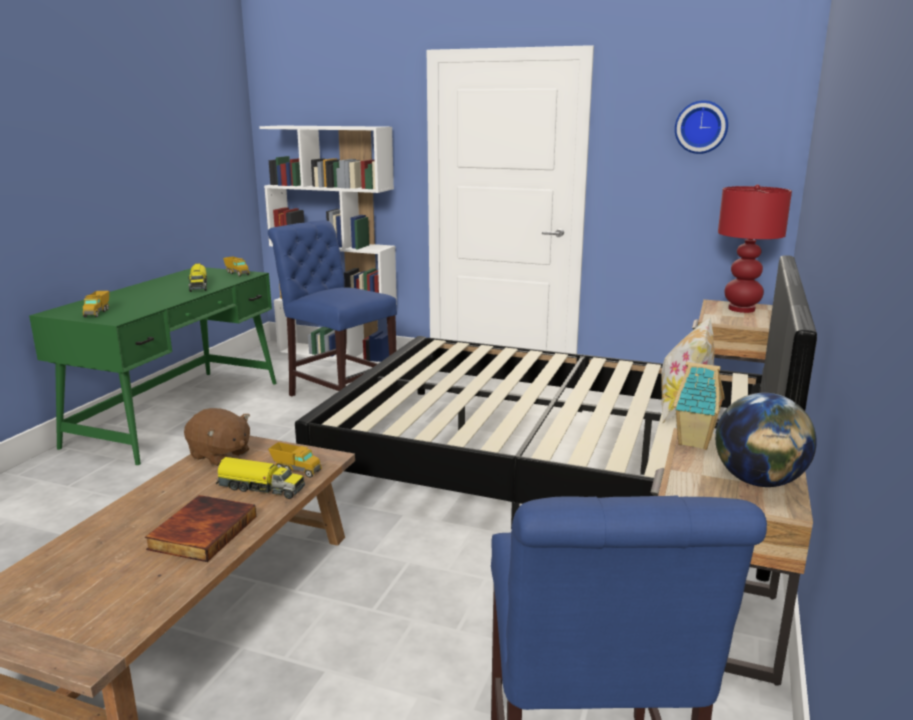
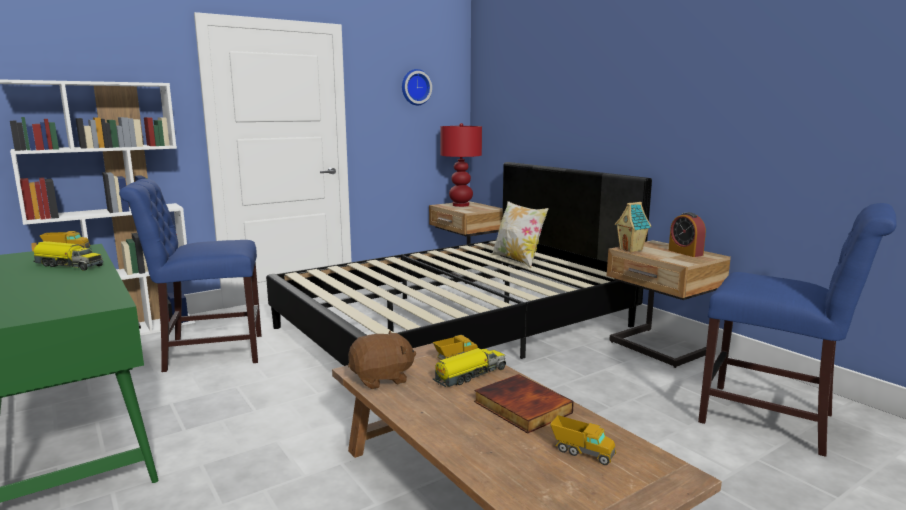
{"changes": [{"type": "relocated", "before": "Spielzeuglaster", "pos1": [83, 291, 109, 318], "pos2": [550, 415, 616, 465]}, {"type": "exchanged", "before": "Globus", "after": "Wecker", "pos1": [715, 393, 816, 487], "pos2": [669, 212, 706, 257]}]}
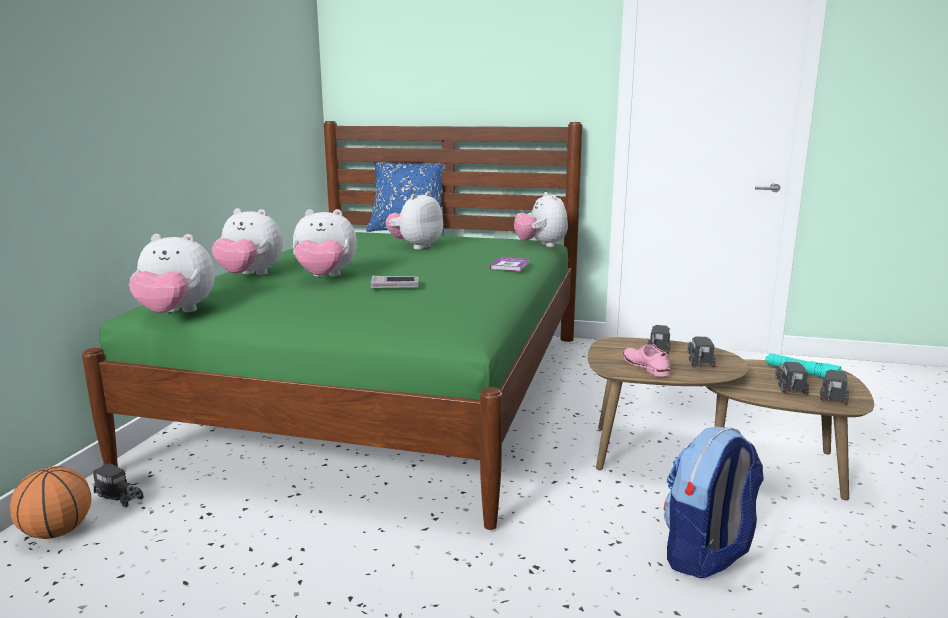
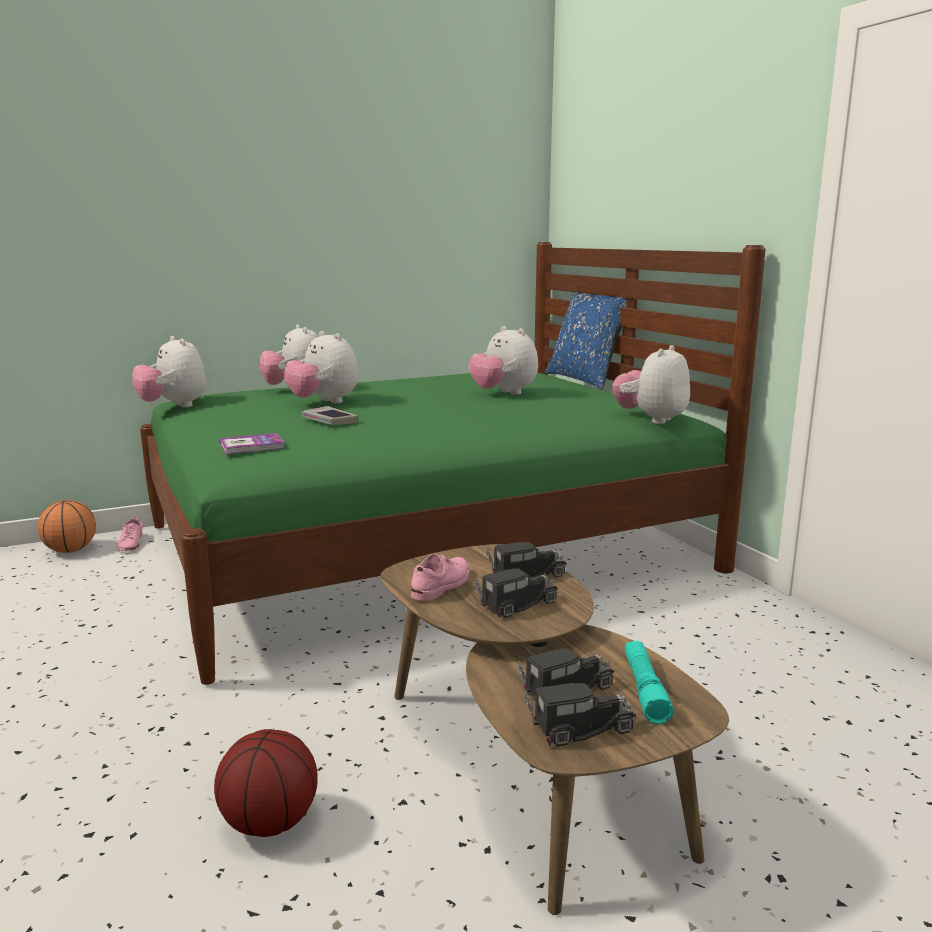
{"changes": [{"type": "exchanged", "before": "Spielzeuglaster", "after": "Schuh/rosa", "pos1": [93, 462, 144, 507], "pos2": [117, 517, 143, 551]}, {"type": "spun", "before": "Plüschtier", "pos1": [385, 192, 443, 250], "pos2": [469, 326, 538, 395], "turn": -120}, {"type": "relocated", "before": "Buch", "pos1": [490, 257, 529, 271], "pos2": [219, 433, 285, 454]}, {"type": "exchanged", "before": "Rucksack", "after": "Basketball", "pos1": [664, 427, 764, 578], "pos2": [214, 729, 318, 837]}]}
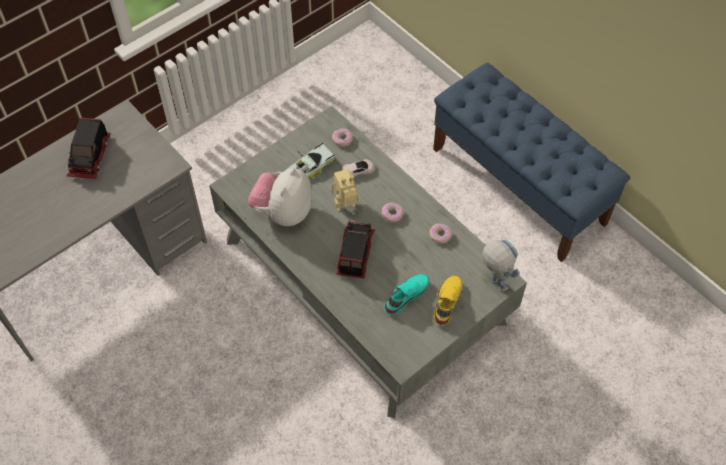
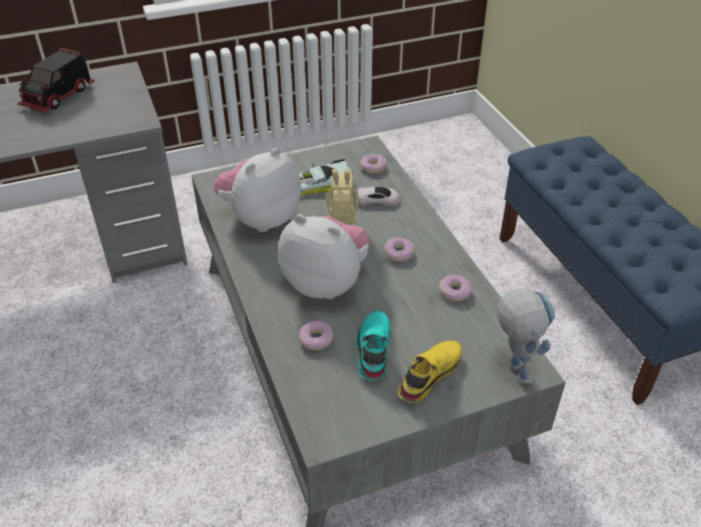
{"changes": [{"type": "exchanged", "before": "Spielzeuglaster", "after": "Plüschtier", "pos1": [336, 221, 375, 279], "pos2": [278, 214, 370, 299]}, {"type": "spun", "before": "Schuh/türkis", "pos1": [384, 274, 429, 315], "pos2": [356, 311, 391, 381], "turn": -60}, {"type": "appeared", "after": "Donut", "pos2": [299, 320, 334, 350]}]}
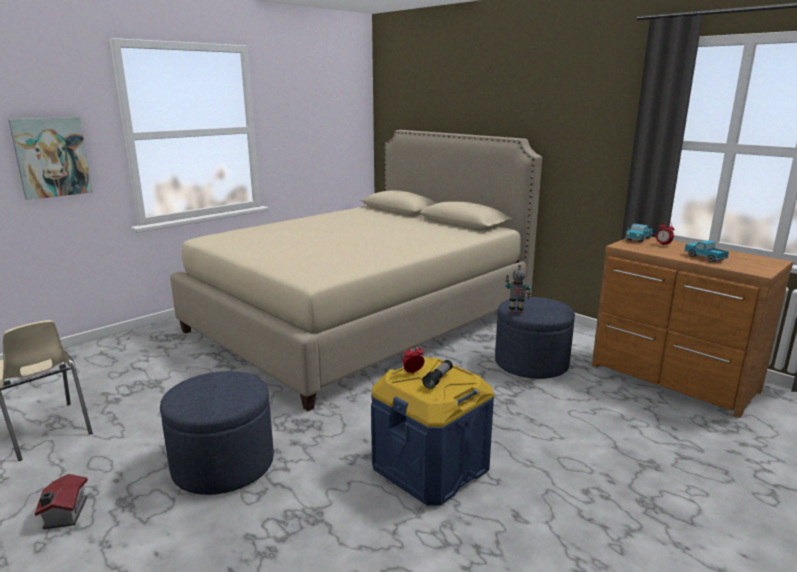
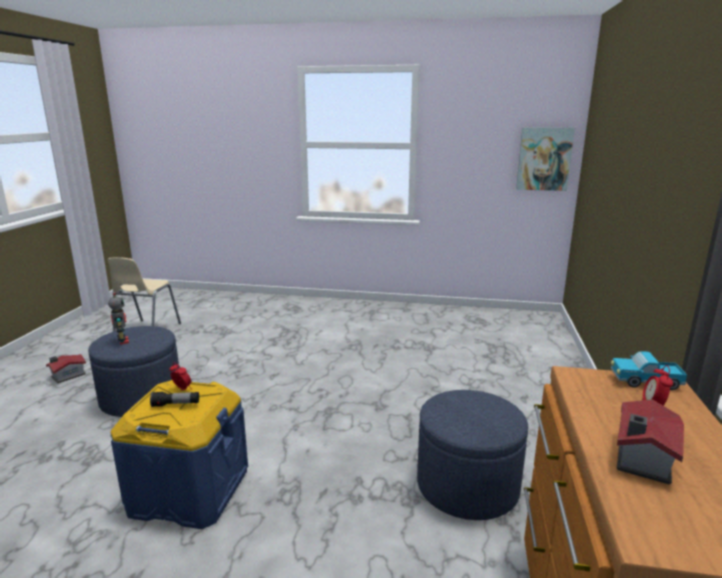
{"changes": [{"type": "relocated", "before": "Bild", "pos1": [8, 117, 93, 200], "pos2": [516, 128, 575, 191]}, {"type": "missing", "before": "Bett/beige", "pos1": [170, 130, 542, 411]}, {"type": "relocated", "before": "Spielzeugroboter", "pos1": [505, 265, 531, 313], "pos2": [108, 292, 129, 345]}, {"type": "exchanged", "before": "Spielzeuglaster", "after": "Spielzeughaus", "pos1": [684, 240, 729, 262], "pos2": [617, 399, 684, 485]}]}
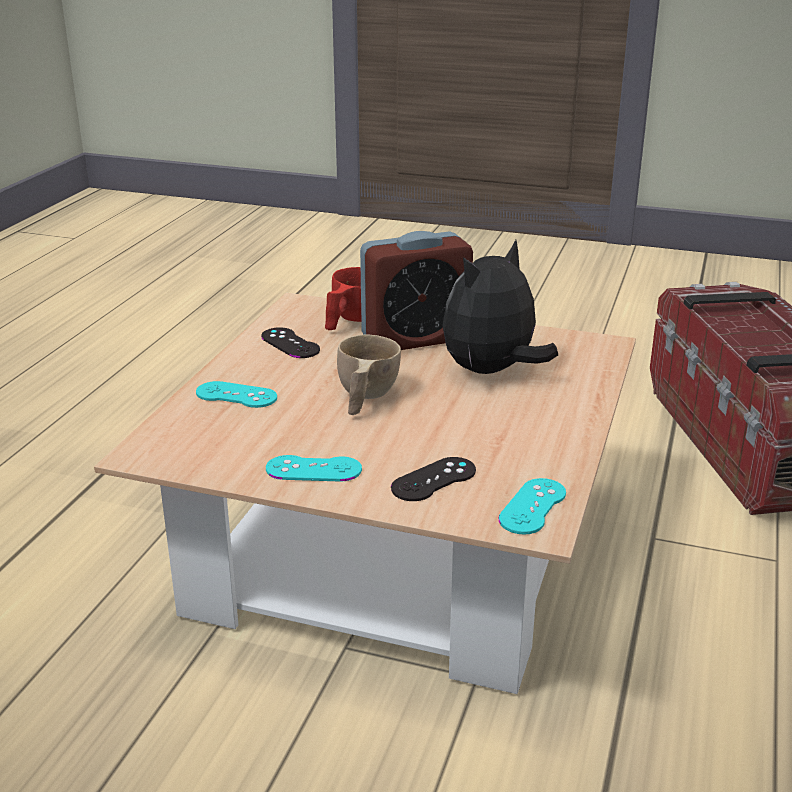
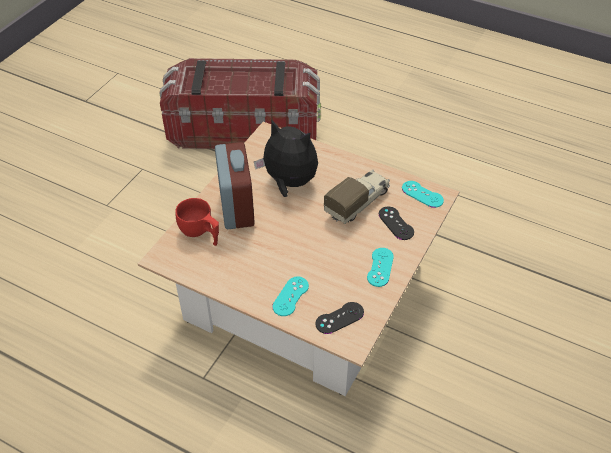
{"changes": [{"type": "relocated", "before": "Gamepad/schwarz", "pos1": [261, 327, 320, 358], "pos2": [315, 302, 364, 334]}, {"type": "missing", "before": "Tasse/beige", "pos1": [337, 334, 401, 415]}, {"type": "spun", "before": "Plüschtier", "pos1": [442, 240, 558, 374], "pos2": [254, 120, 318, 197], "turn": 150}, {"type": "appeared", "after": "Spielzeuglaster", "pos2": [324, 170, 390, 224]}]}
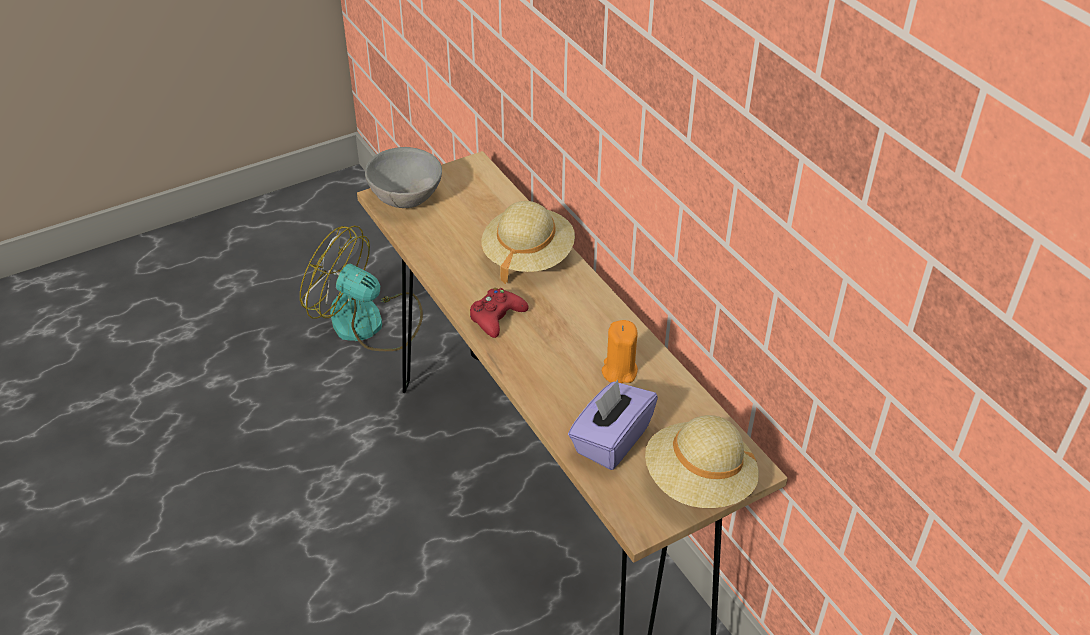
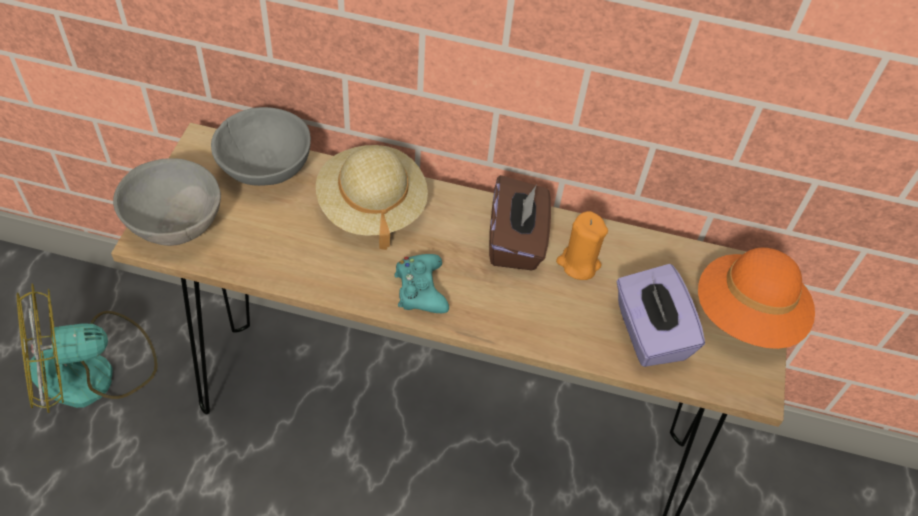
{"changes": [{"type": "colour", "before": "Gamepad/rot", "after": "Gamepad/türkis", "pos1": [470, 288, 529, 338], "pos2": [394, 254, 449, 313]}, {"type": "colour", "before": "Hut/beige", "after": "Hut/orange", "pos1": [645, 415, 759, 508], "pos2": [698, 248, 815, 349]}, {"type": "appeared", "after": "Schüssel/grau", "pos2": [211, 107, 311, 186]}, {"type": "appeared", "after": "Taschentuchbox/braun", "pos2": [489, 175, 551, 270]}]}
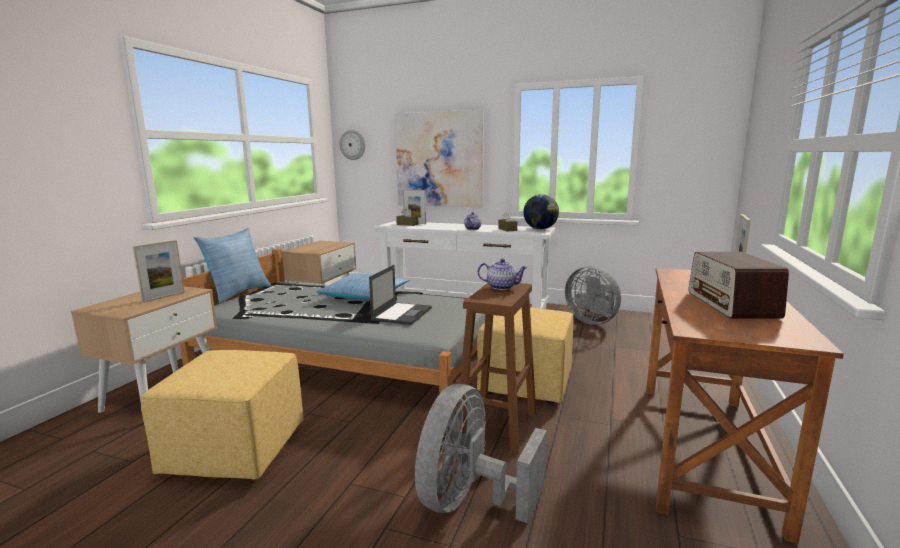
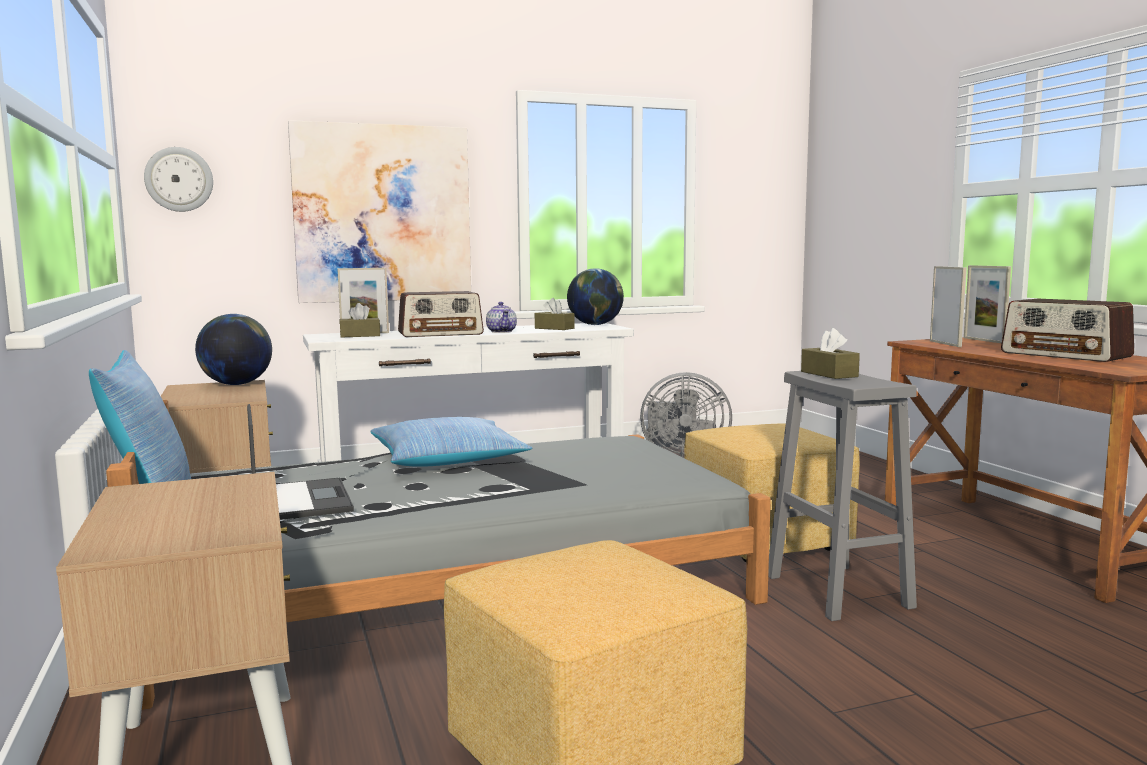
{"changes": [{"type": "relocated", "before": "Bilderrahmen", "pos1": [132, 240, 185, 303], "pos2": [930, 266, 967, 347]}, {"type": "relocated", "before": "Laptop", "pos1": [369, 265, 432, 325], "pos2": [247, 404, 354, 520]}, {"type": "missing", "before": "Ventilator/grau", "pos1": [415, 384, 547, 523]}, {"type": "colour", "before": "Hocker/braun", "after": "Hocker/grau", "pos1": [458, 283, 536, 455], "pos2": [768, 371, 917, 621]}, {"type": "exchanged", "before": "Teekanne", "after": "Taschentuchbox/braun", "pos1": [478, 258, 528, 290], "pos2": [801, 328, 860, 379]}, {"type": "appeared", "after": "Globus", "pos2": [195, 314, 272, 385]}, {"type": "appeared", "after": "Radio", "pos2": [398, 291, 484, 337]}]}
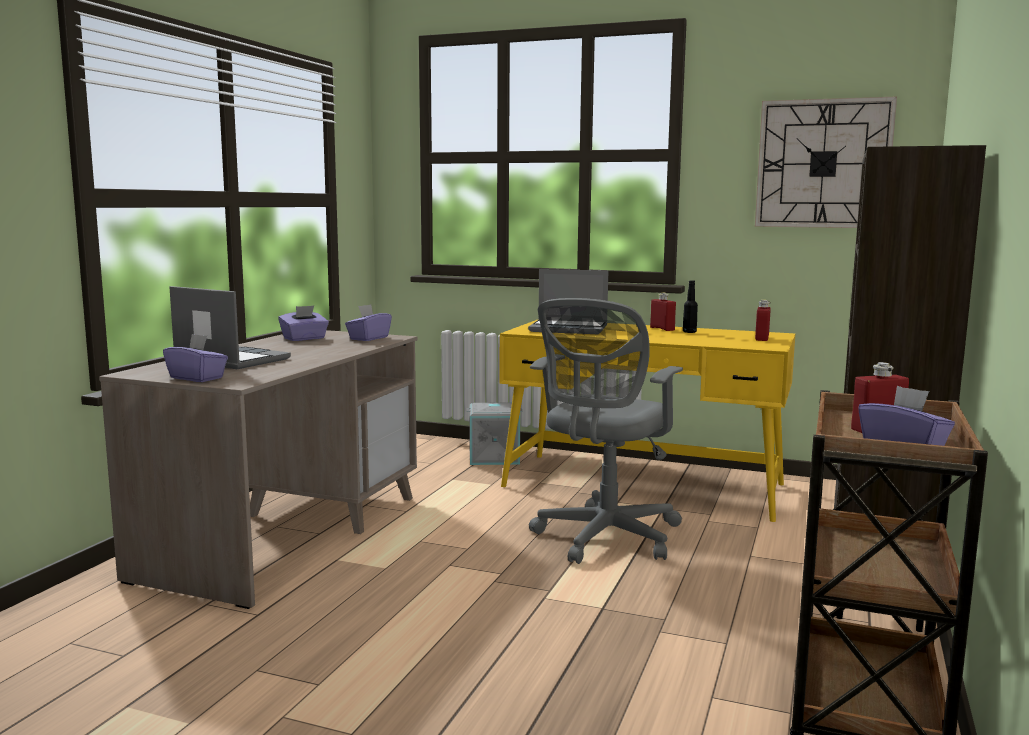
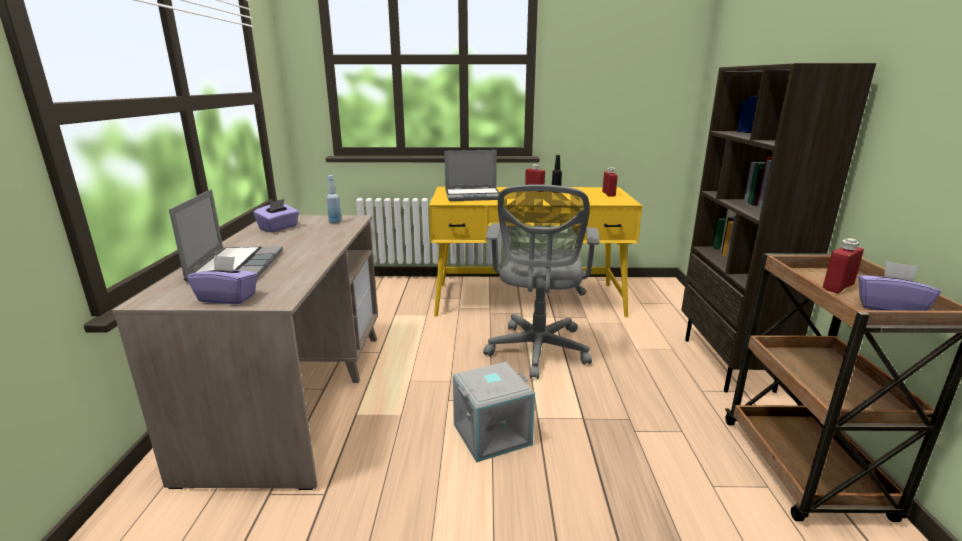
{"changes": [{"type": "spun", "before": "Laptop", "pos1": [170, 286, 291, 369], "pos2": [169, 189, 283, 282], "turn": 75}, {"type": "exchanged", "before": "Taschentuchbox/lila", "after": "Flasche/blau", "pos1": [345, 304, 392, 341], "pos2": [326, 175, 342, 223]}, {"type": "relocated", "before": "Aufbewahrungsbox/grau", "pos1": [467, 403, 523, 465], "pos2": [453, 362, 535, 463]}, {"type": "missing", "before": "Wanduhr", "pos1": [755, 97, 897, 228]}]}
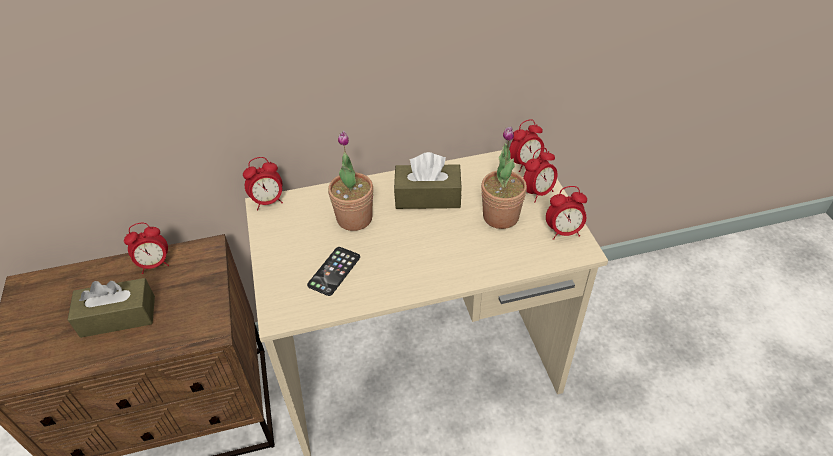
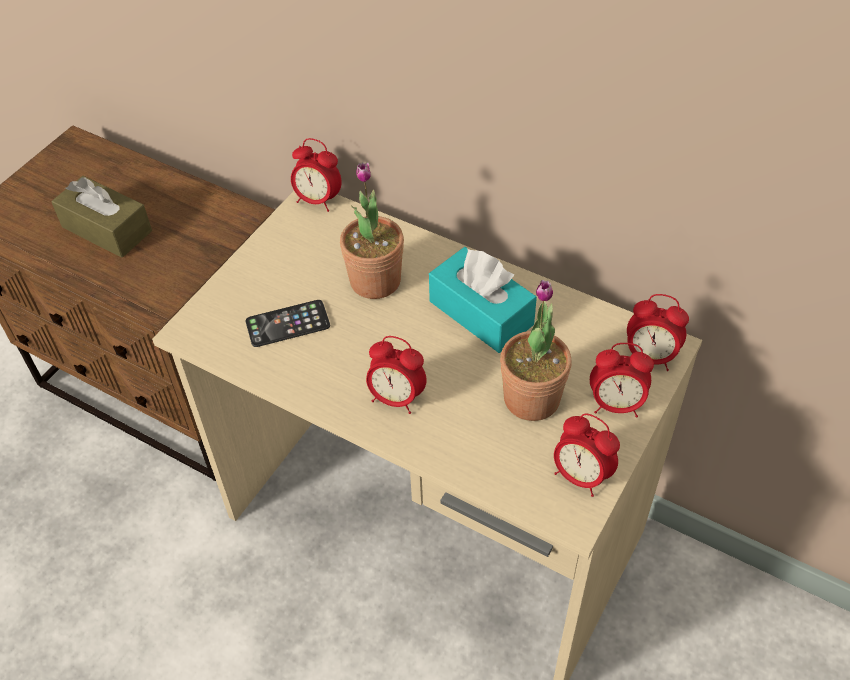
{"changes": [{"type": "relocated", "before": "Wecker", "pos1": [124, 223, 169, 274], "pos2": [366, 336, 427, 414]}, {"type": "colour", "before": "Taschentuchbox/braun", "after": "Taschentuchbox/türkis", "pos1": [394, 152, 462, 209], "pos2": [429, 247, 537, 353]}]}
